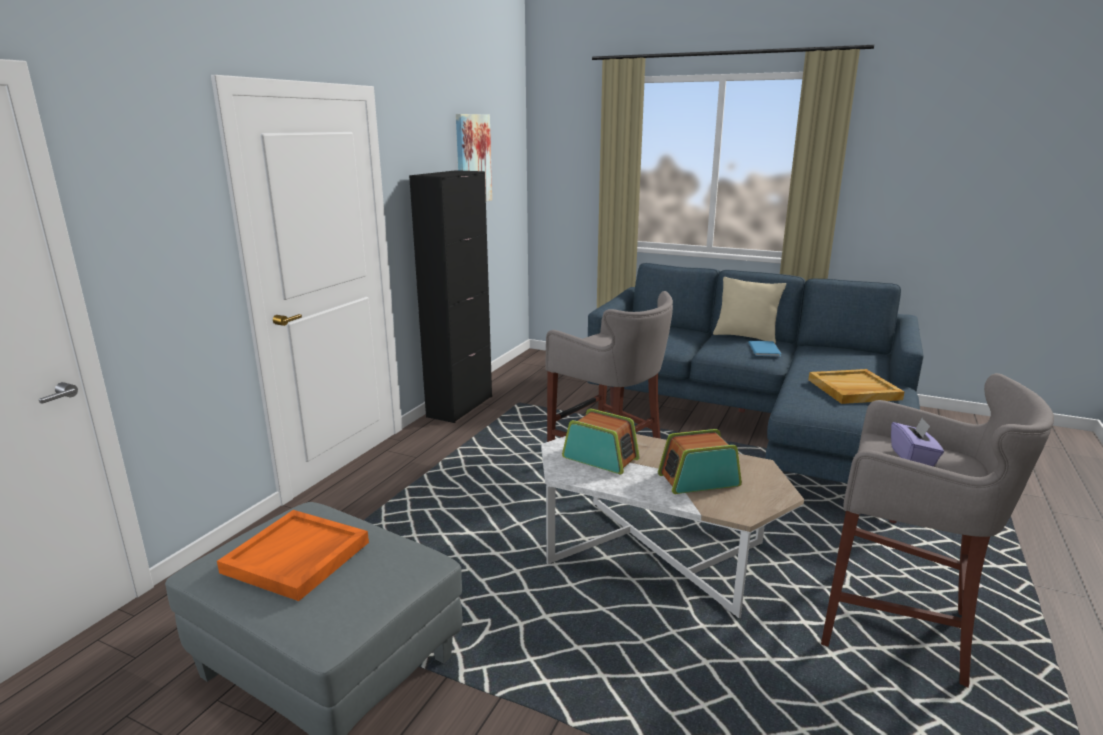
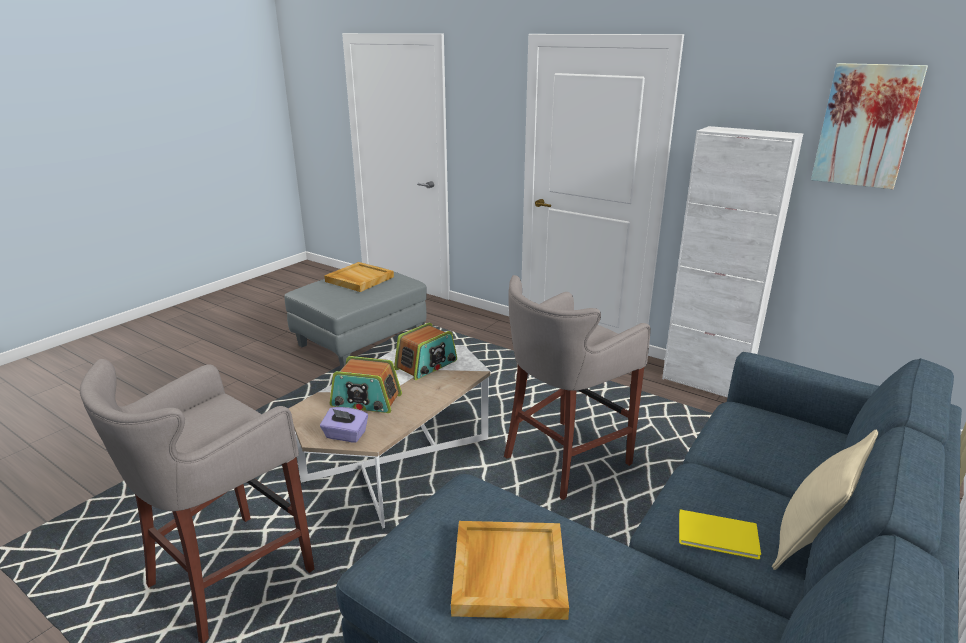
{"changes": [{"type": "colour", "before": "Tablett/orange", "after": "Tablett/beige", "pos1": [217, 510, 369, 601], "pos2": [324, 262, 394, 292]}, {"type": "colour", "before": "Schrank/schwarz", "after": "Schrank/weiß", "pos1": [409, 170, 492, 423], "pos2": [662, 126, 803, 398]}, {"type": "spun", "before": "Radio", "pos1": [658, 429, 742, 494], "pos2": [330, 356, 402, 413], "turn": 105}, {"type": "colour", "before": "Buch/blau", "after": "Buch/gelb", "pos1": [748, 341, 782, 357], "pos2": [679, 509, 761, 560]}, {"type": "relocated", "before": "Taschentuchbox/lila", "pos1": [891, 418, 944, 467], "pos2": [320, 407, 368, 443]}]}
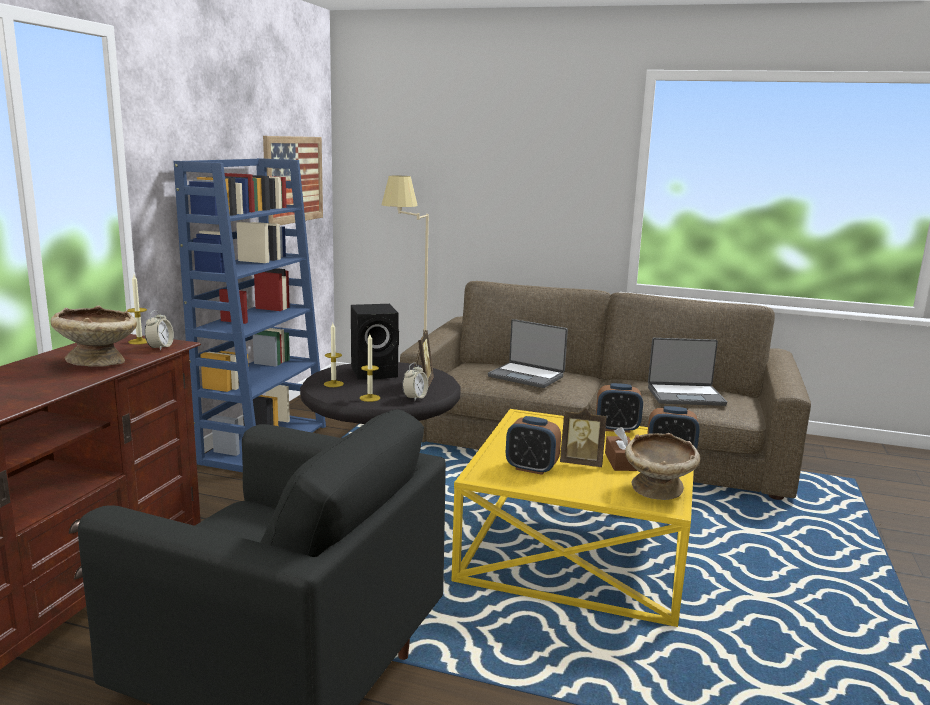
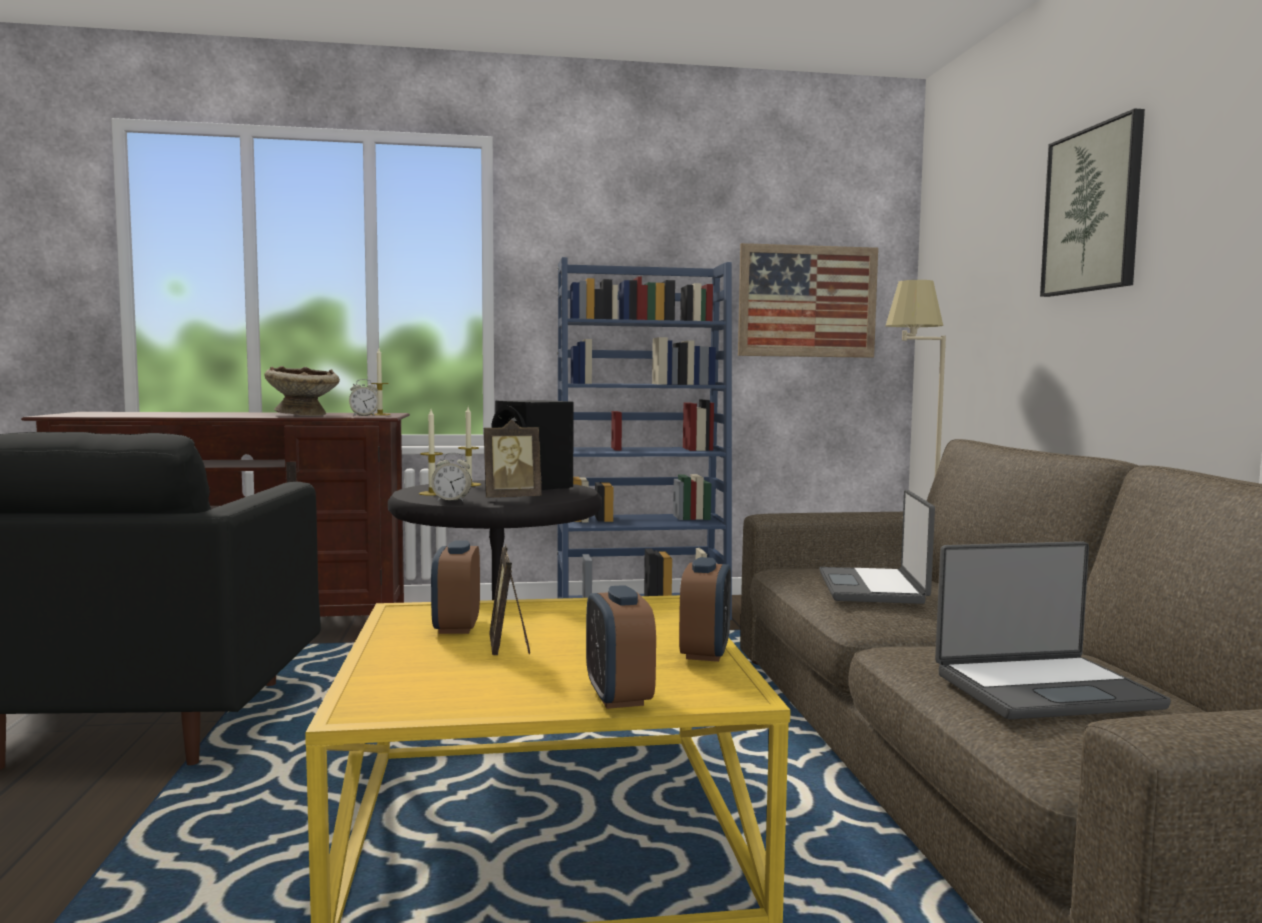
{"changes": [{"type": "spun", "before": "Wecker", "pos1": [596, 383, 643, 433], "pos2": [679, 557, 731, 662], "turn": -150}, {"type": "missing", "before": "Taschentuchbox/braun", "pos1": [605, 427, 637, 471]}, {"type": "missing", "before": "Schüssel/beige", "pos1": [625, 433, 700, 500]}, {"type": "spun", "before": "Laptop", "pos1": [648, 338, 727, 406], "pos2": [935, 541, 1171, 720], "turn": -75}, {"type": "appeared", "after": "Bild", "pos2": [1040, 108, 1145, 297]}]}
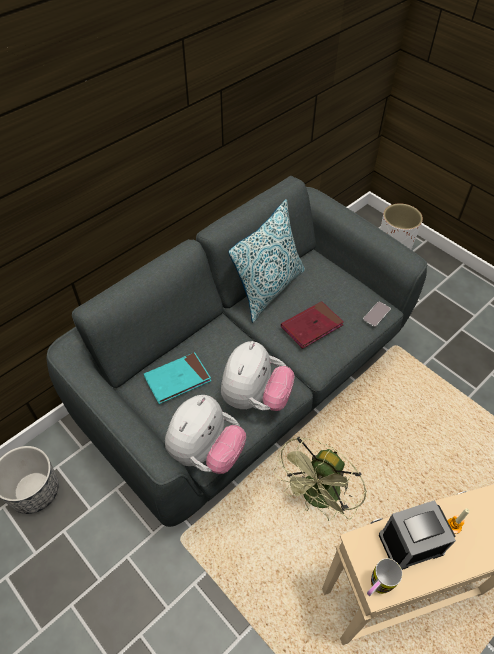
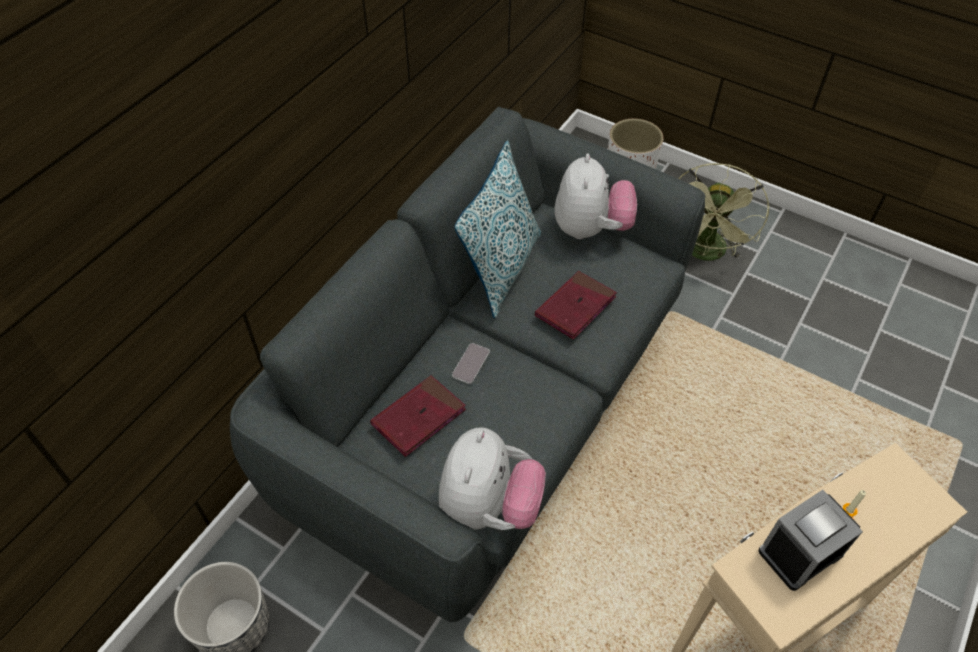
{"changes": [{"type": "colour", "before": "Buch/türkis", "after": "Buch/rot", "pos1": [144, 352, 211, 404], "pos2": [370, 375, 466, 457]}, {"type": "relocated", "before": "Plüschtier", "pos1": [221, 341, 295, 411], "pos2": [555, 154, 637, 239]}, {"type": "relocated", "before": "Ventilator/grün", "pos1": [274, 437, 367, 521], "pos2": [678, 163, 770, 261]}, {"type": "relocated", "before": "Handy", "pos1": [363, 302, 391, 327], "pos2": [452, 343, 490, 384]}, {"type": "missing", "before": "Henkelbecher", "pos1": [367, 558, 402, 596]}]}
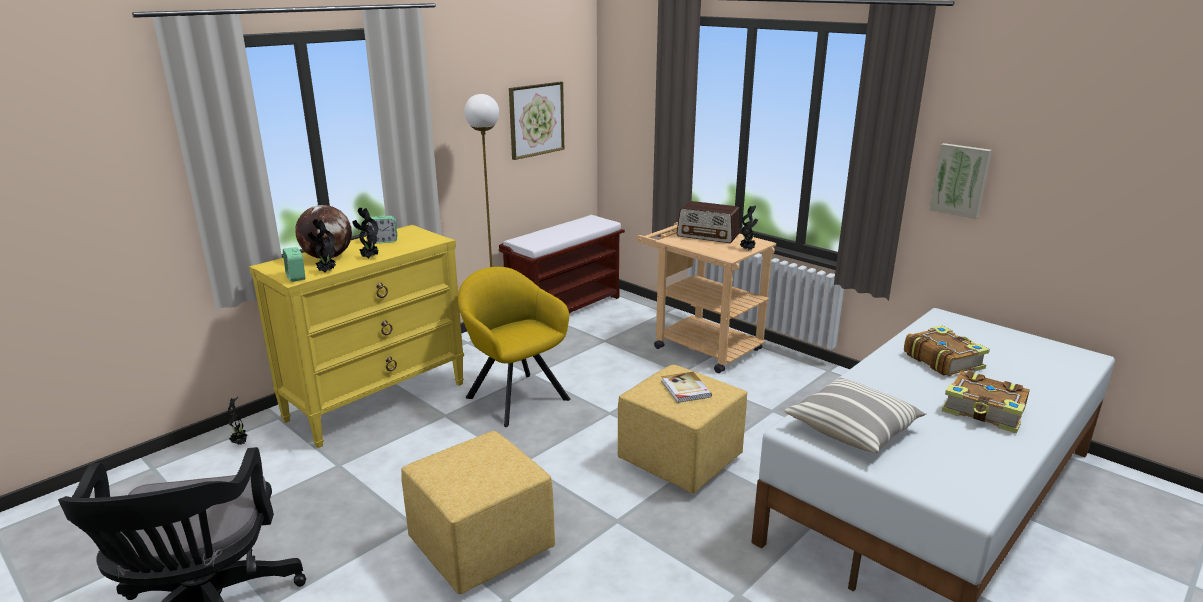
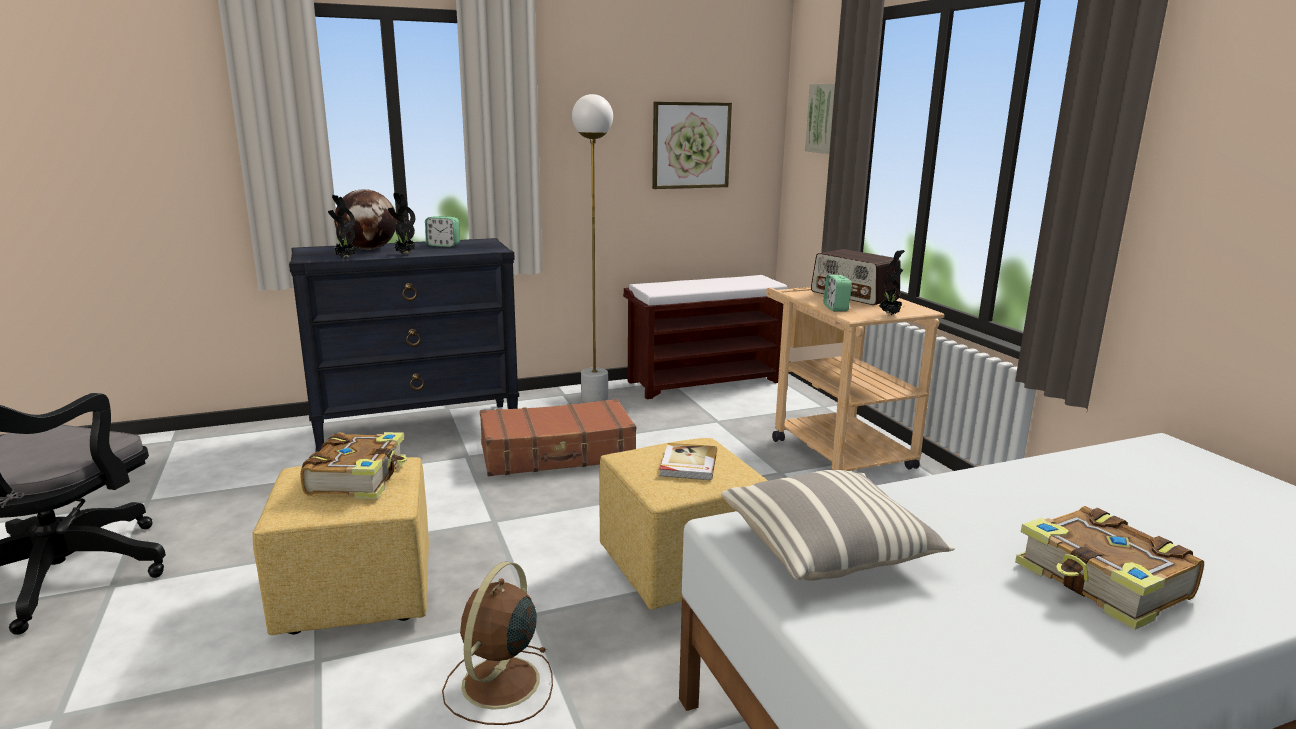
{"changes": [{"type": "missing", "before": "Topfpflanze", "pos1": [228, 397, 250, 445]}, {"type": "colour", "before": "Kommode/gelb", "after": "Kommode/schwarz", "pos1": [249, 225, 464, 448], "pos2": [289, 238, 519, 452]}, {"type": "relocated", "before": "Wecker", "pos1": [283, 247, 305, 282], "pos2": [824, 275, 852, 311]}, {"type": "exchanged", "before": "Sessel/gelb", "after": "Koffer/braun", "pos1": [458, 267, 570, 427], "pos2": [480, 399, 636, 476]}, {"type": "relocated", "before": "Buch", "pos1": [904, 325, 990, 376], "pos2": [300, 432, 407, 499]}, {"type": "relocated", "before": "Bild", "pos1": [930, 143, 992, 219], "pos2": [805, 84, 835, 154]}, {"type": "appeared", "after": "Ventilator/braun", "pos2": [442, 561, 553, 725]}]}
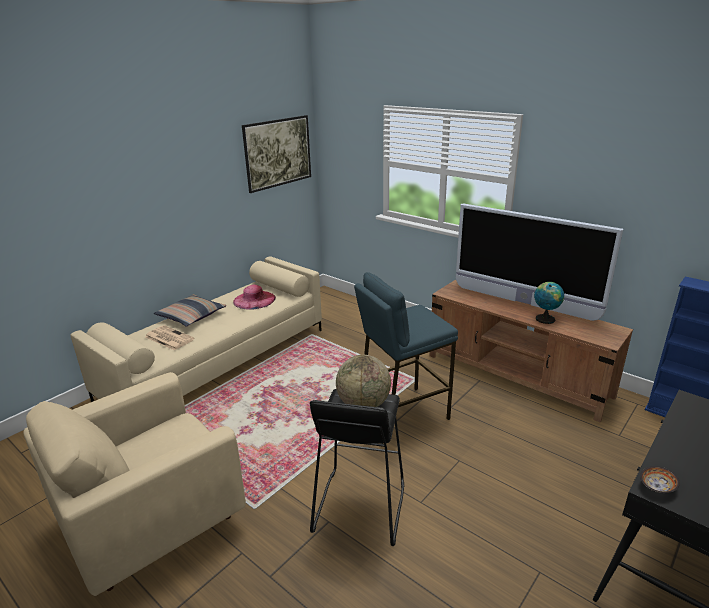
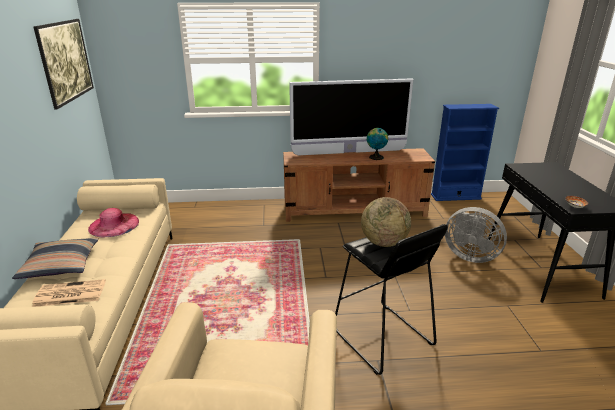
{"changes": [{"type": "missing", "before": "Hocker/blau", "pos1": [354, 272, 458, 420]}, {"type": "appeared", "after": "Ventilator/grau", "pos2": [445, 207, 507, 263]}]}
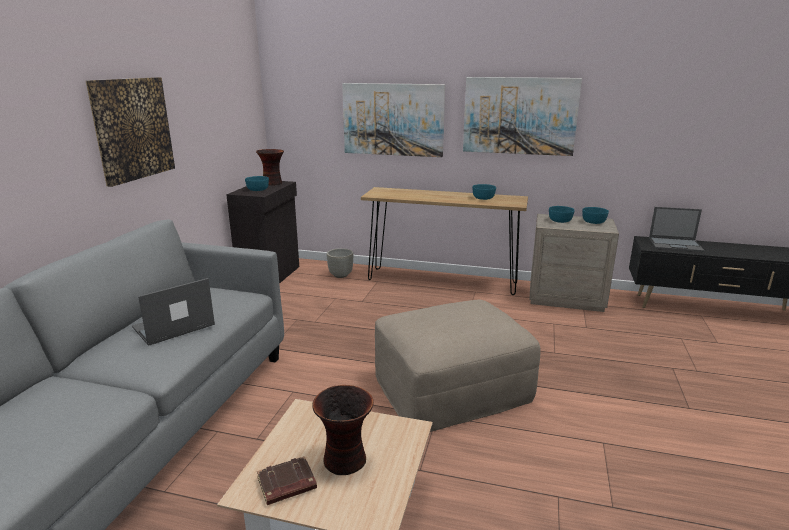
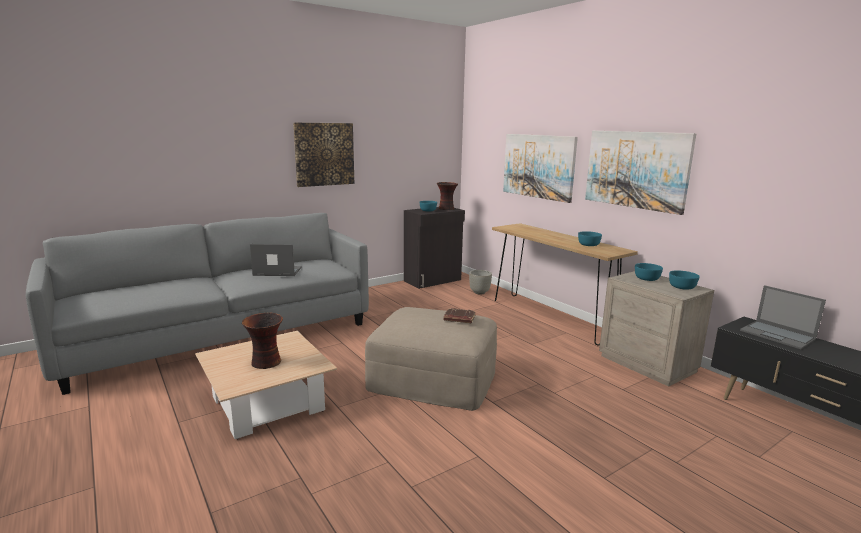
{"changes": [{"type": "relocated", "before": "Buch/braun", "pos1": [257, 456, 317, 505], "pos2": [444, 308, 476, 323]}]}
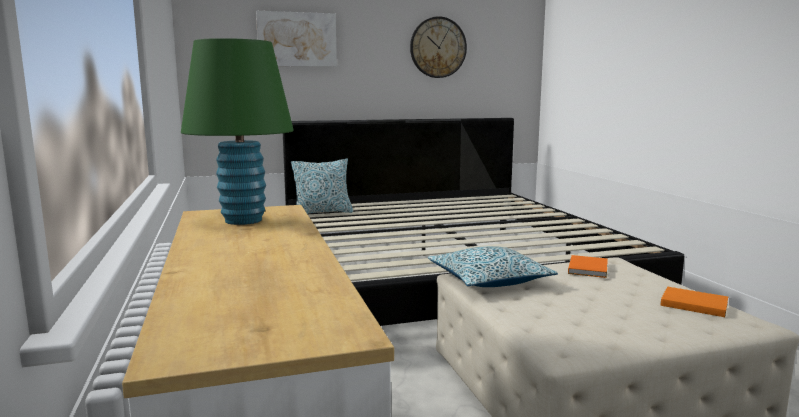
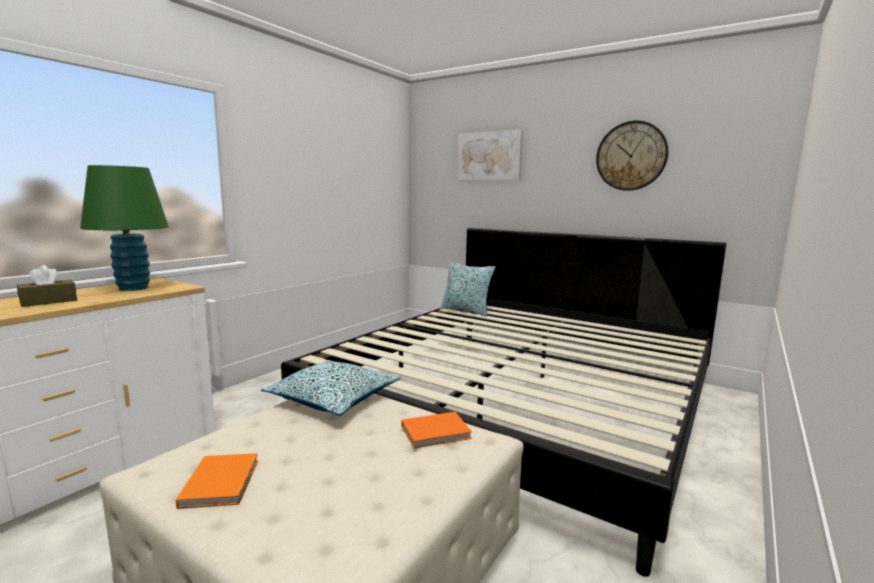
{"changes": [{"type": "relocated", "before": "Buch/orange", "pos1": [660, 287, 728, 317], "pos2": [176, 453, 258, 509]}, {"type": "appeared", "after": "Taschentuchbox/braun", "pos2": [17, 265, 77, 307]}]}
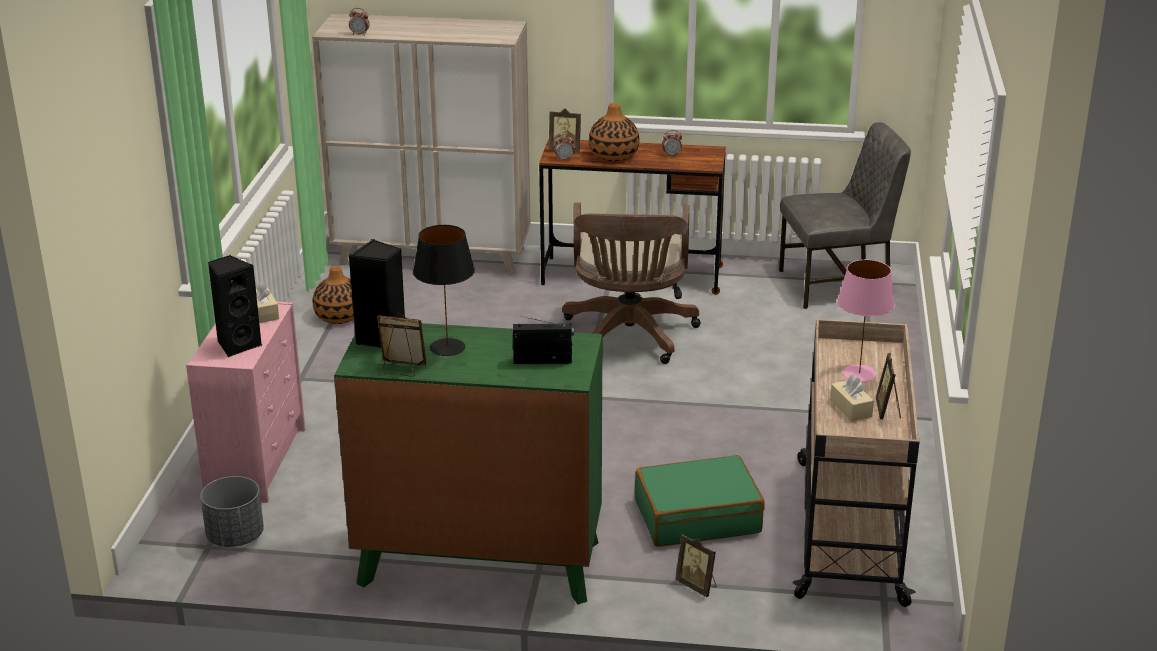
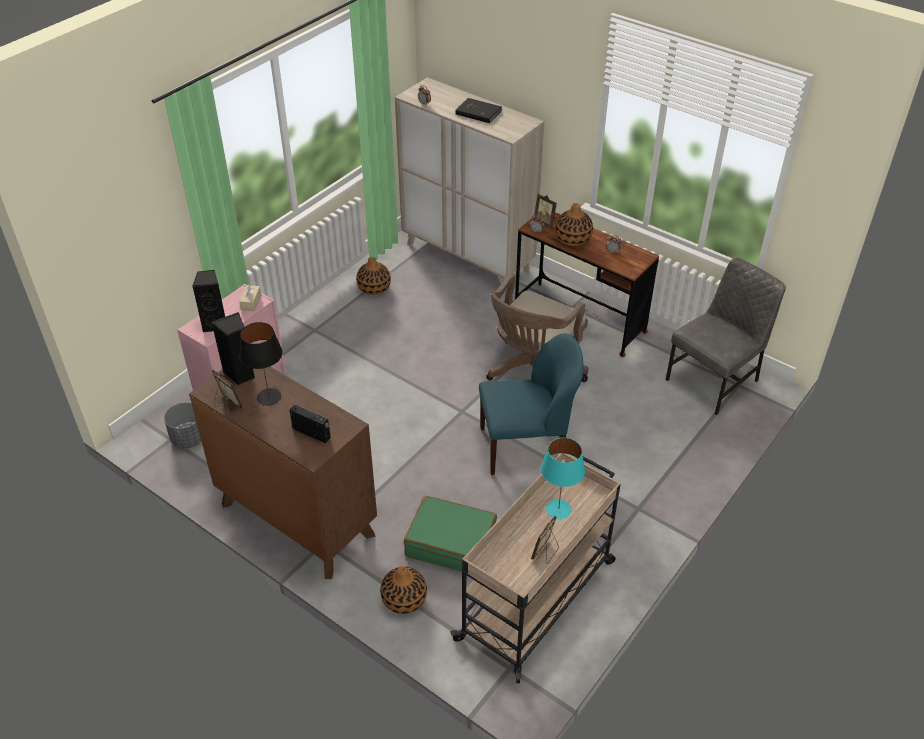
{"changes": [{"type": "colour", "before": "Kommode/grün", "after": "Kommode/braun", "pos1": [334, 323, 602, 604], "pos2": [189, 367, 377, 579]}, {"type": "exchanged", "before": "Bilderrahmen", "after": "Vase", "pos1": [675, 534, 717, 597], "pos2": [380, 566, 427, 614]}, {"type": "spun", "before": "Stuhl/grau", "pos1": [779, 122, 911, 309], "pos2": [666, 258, 786, 415], "turn": -60}, {"type": "missing", "before": "Taschentuchbox/beige", "pos1": [830, 374, 874, 421]}, {"type": "colour", "before": "Tischlampe/rosa", "after": "Tischlampe/türkis", "pos1": [837, 260, 895, 382], "pos2": [541, 438, 585, 519]}, {"type": "appeared", "after": "Buch/schwarz", "pos2": [456, 98, 502, 123]}, {"type": "appeared", "after": "Stuhl/blau", "pos2": [479, 334, 583, 475]}]}
